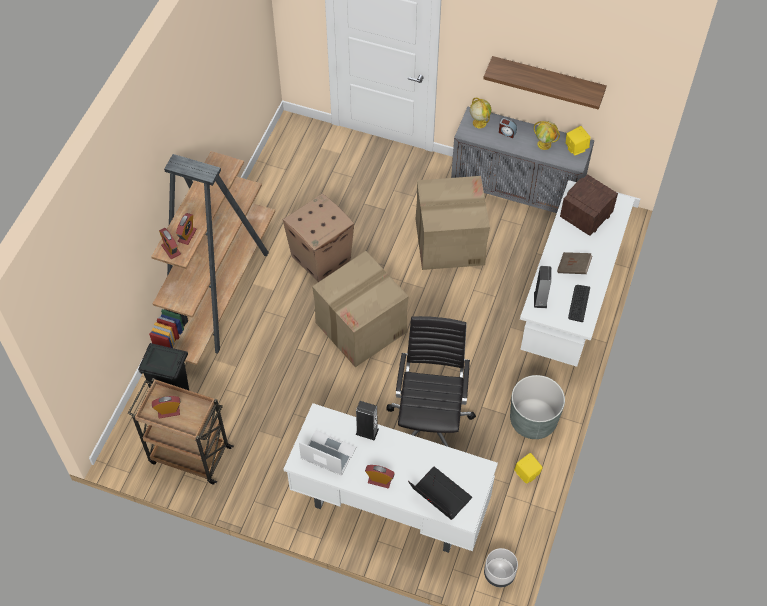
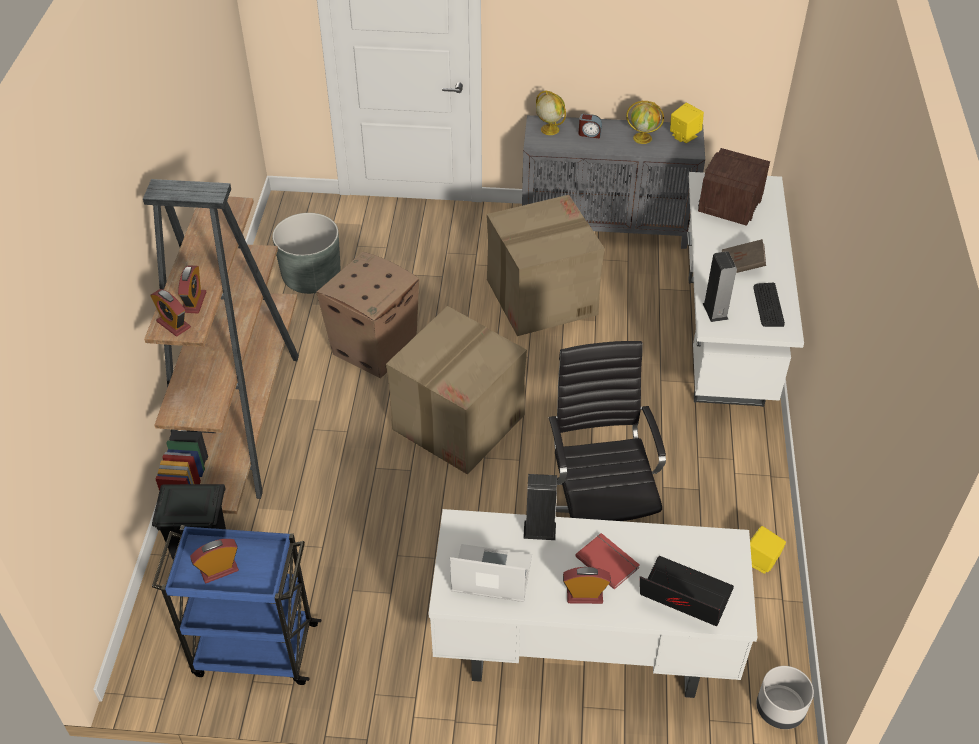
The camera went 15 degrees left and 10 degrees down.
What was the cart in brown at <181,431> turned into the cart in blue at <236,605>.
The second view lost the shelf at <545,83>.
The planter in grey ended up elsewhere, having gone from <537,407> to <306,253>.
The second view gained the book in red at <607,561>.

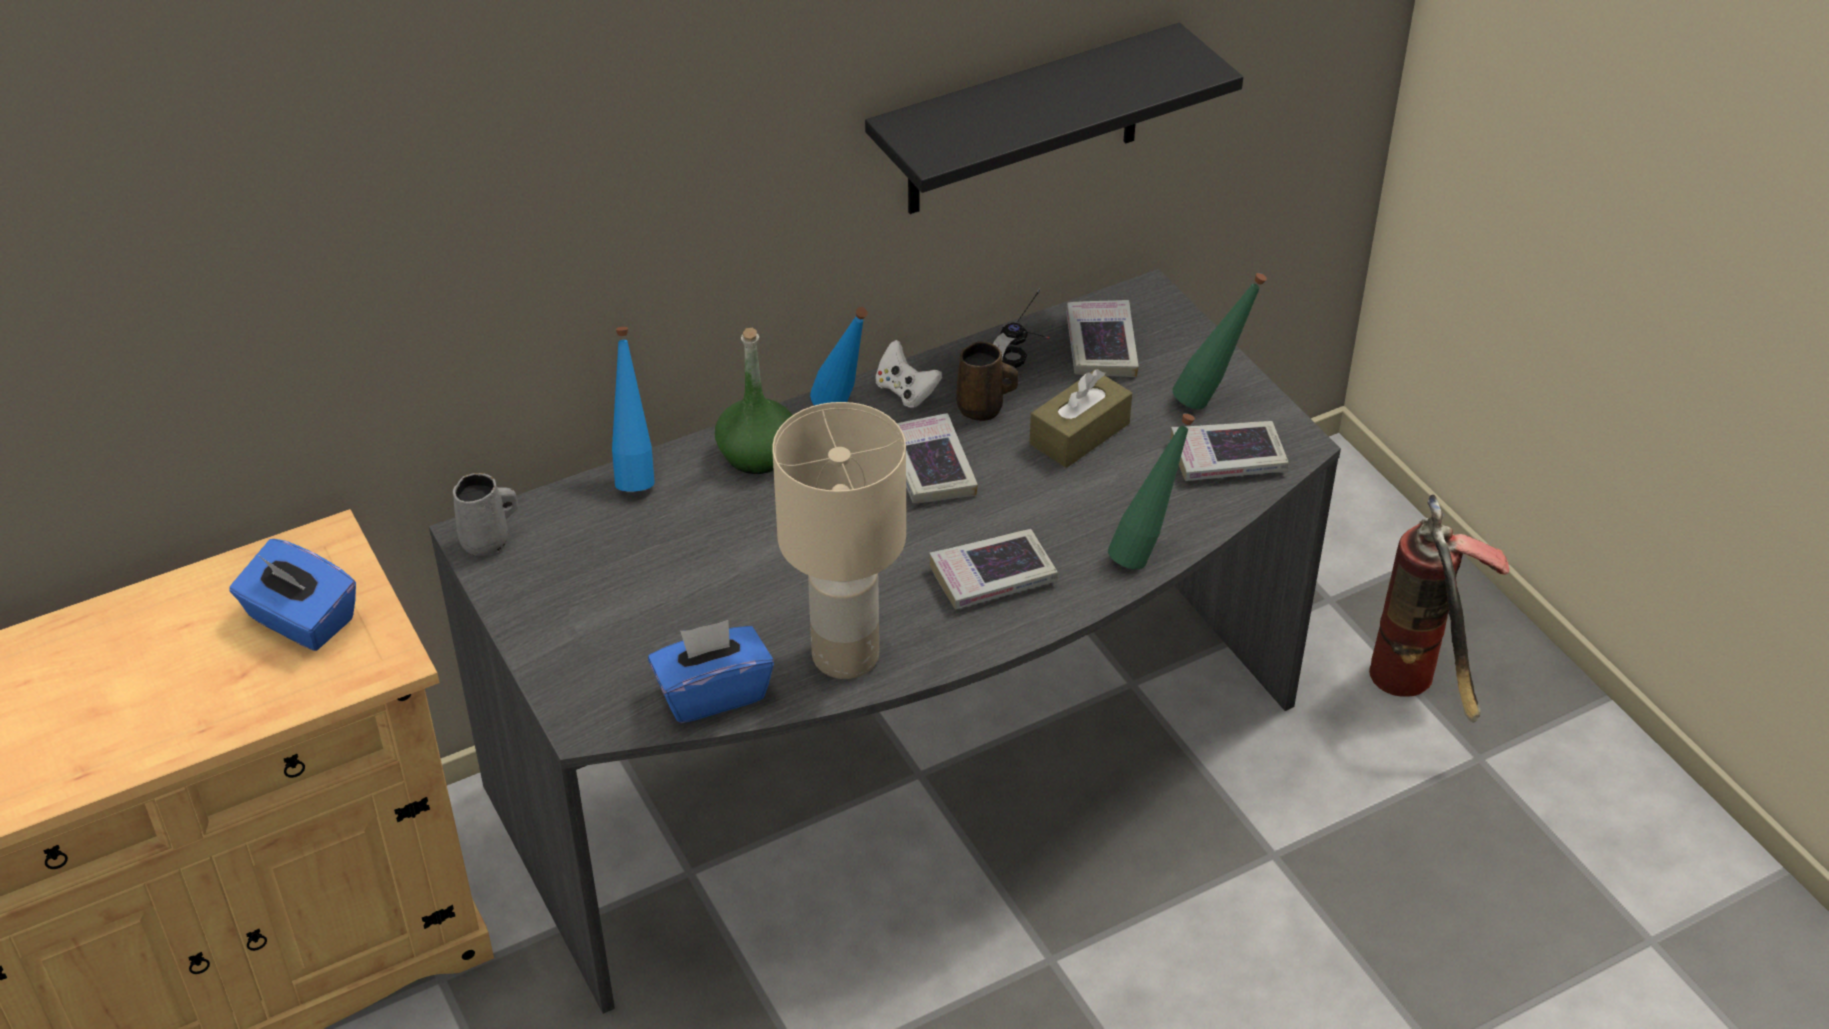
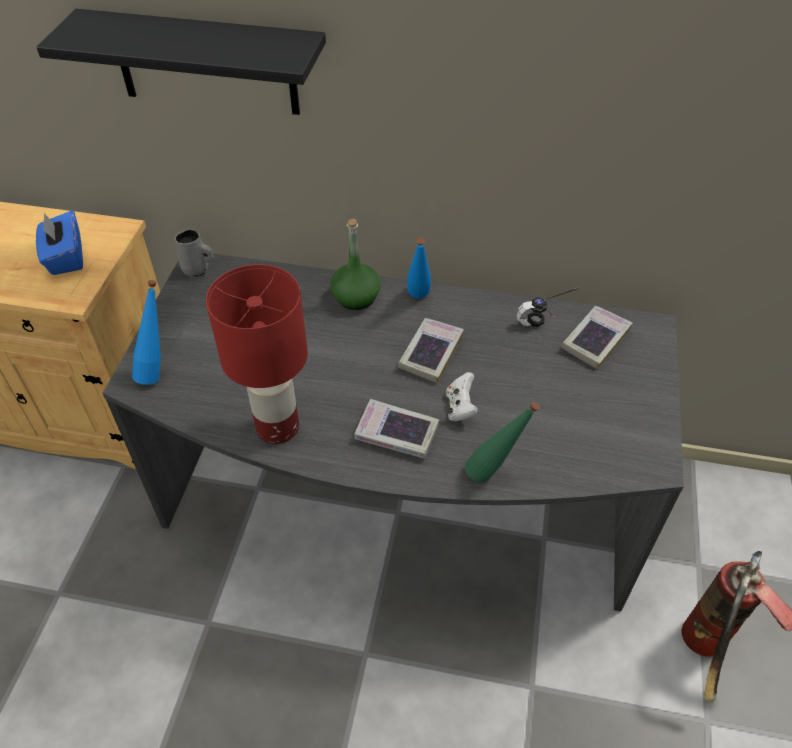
The camera went 40 degrees right and 5 degrees up.
The bottle in blue ended up elsewhere, having gone from <633,409> to <146,332>.
The second view lost the tissue box in blue at <711,671>.
What was the table lamp in beige at <839,540> turned into the table lamp in red at <257,354>.
The shelf in black ended up elsewhere, having gone from <1054,118> to <181,62>.
The game controller in white ended up elsewhere, having gone from <909,374> to <462,396>.
The second view lost the mug in brown at <987,381>.
The second view lost the tissue box in brown at <1080,418>.
The second view lost the book at <1229,451>.
The second view lost the bottle in green at <1219,341>.

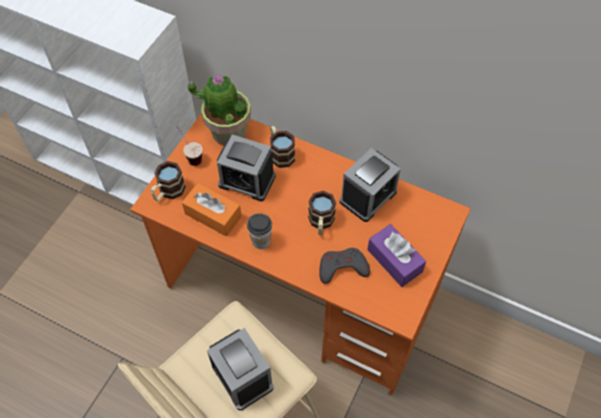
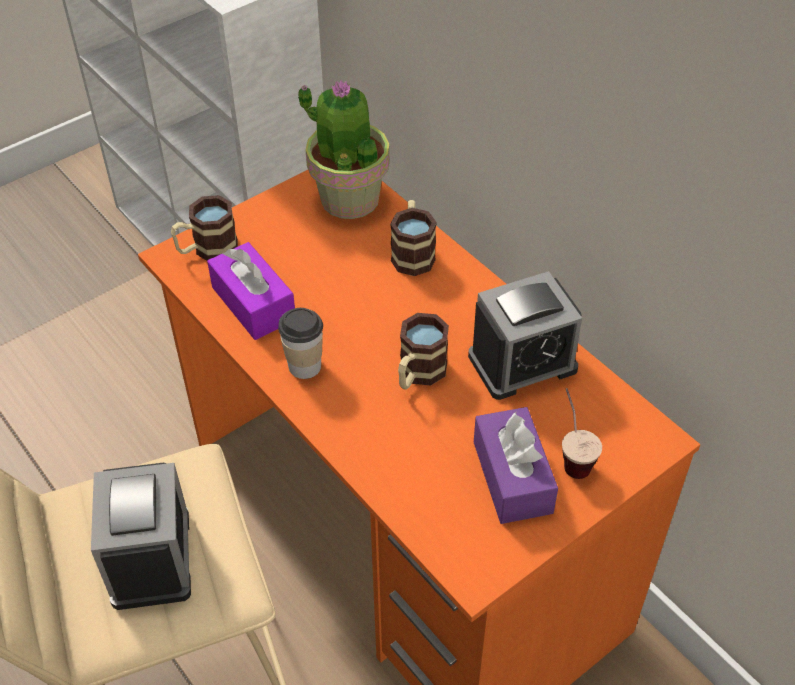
The camera went 25 degrees right and 10 degrees down.
The cup ended up elsewhere, having gone from <189,146> to <582,433>.
What was the tissue box in orange at <212,209> turned into the tissue box in purple at <251,291>.
The second view lost the alarm clock at <246,167>.
The second view lost the game controller in grey at <344,266>.

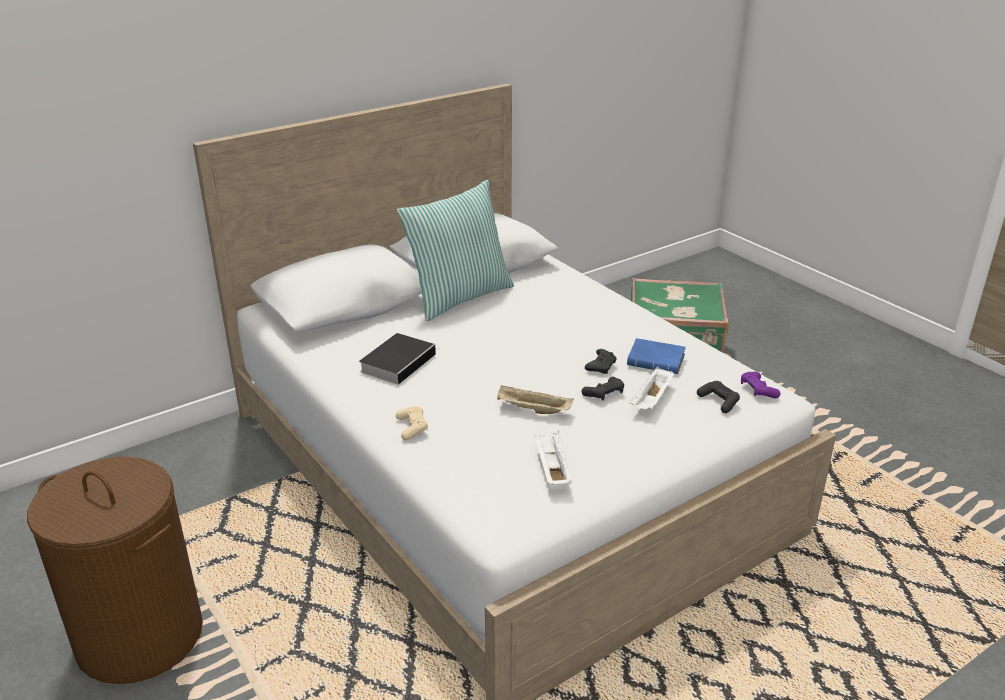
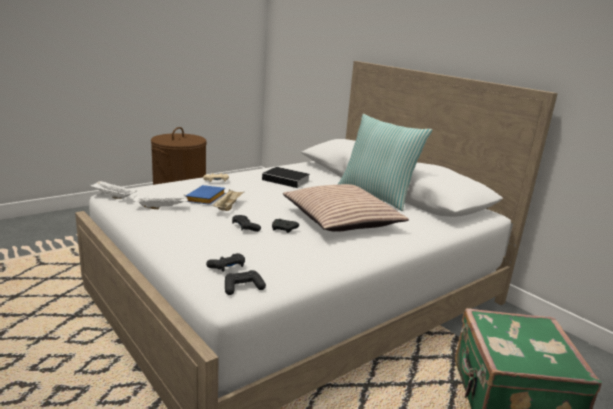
The camera went 85 degrees right and 10 degrees down.
The book in blue ended up elsewhere, having gone from <656,356> to <206,195>.
The tray in white ended up elsewhere, having gone from <651,388> to <113,189>.
What was the game controller in purple at <760,385> turned into the game controller in black at <245,282>.
The second view gained the pillow at <346,208>.

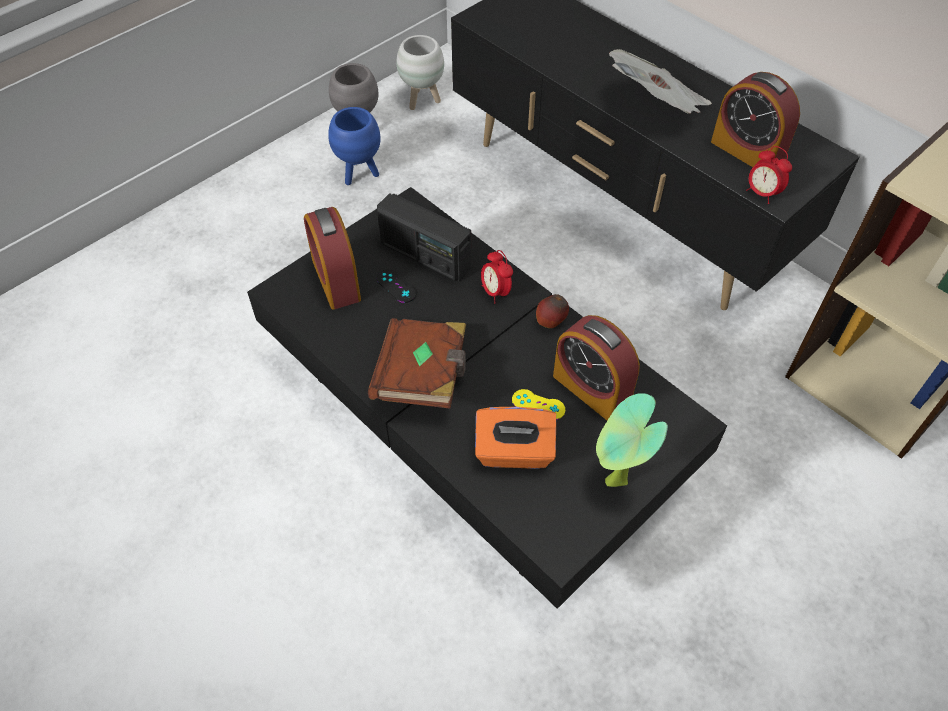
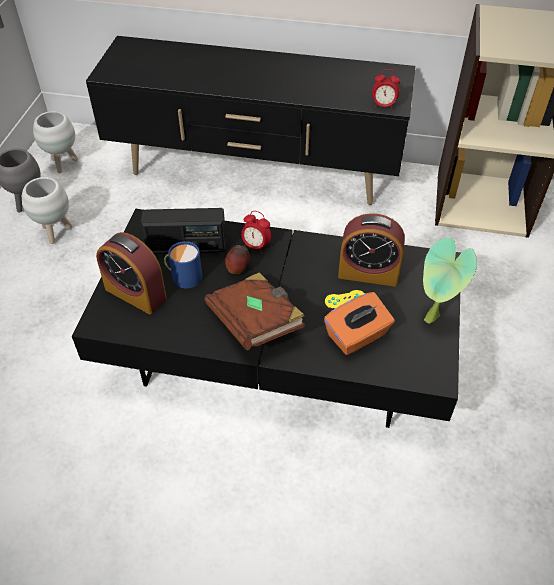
The camera went 35 degrees left and 5 degrees down.
What was the planter in blue at <354,146> turned into the planter in white at <47,210>.
Where the game controller in black stood at <396,286>, the mug in blue came to stand at <183,264>.
The apple ended up elsewhere, having gone from <552,311> to <237,259>.
The second view lost the newspaper at <660,81>.
The second view lost the alarm clock at <755,119>.

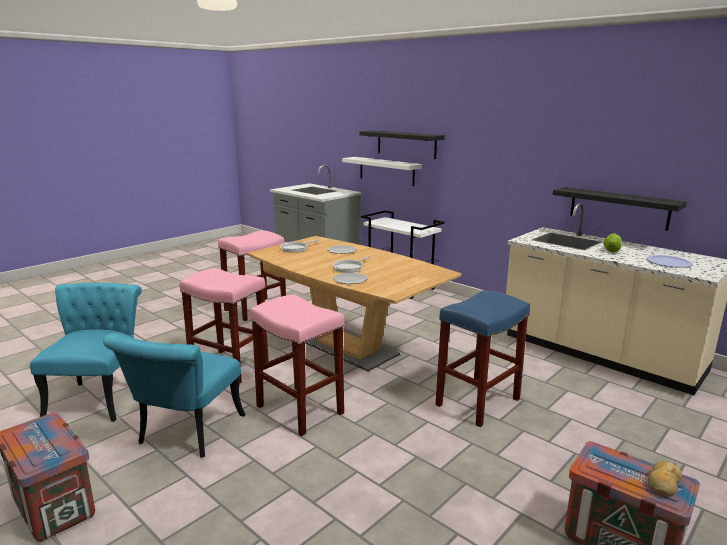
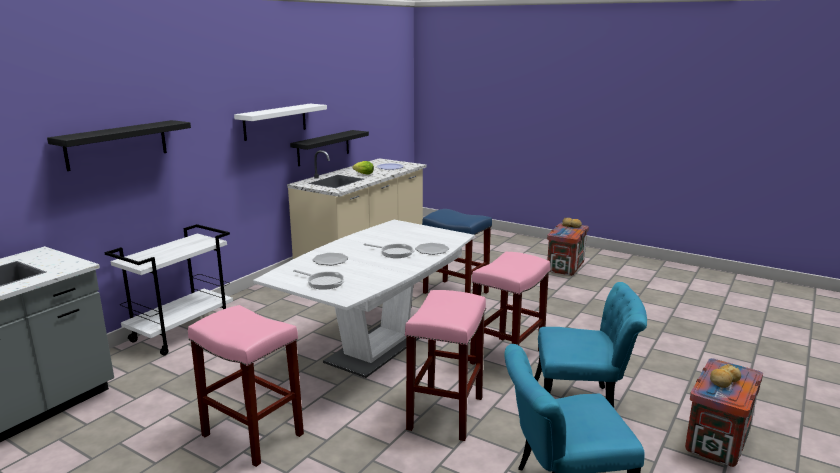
The camera went 100 degrees left and 0 degrees up.
What was the dining table in brown at <354,303> turned into the dining table in white at <364,299>.
The shelf in white ended up elsewhere, having gone from <382,171> to <280,122>.
The second view gained the bread at <725,376>.

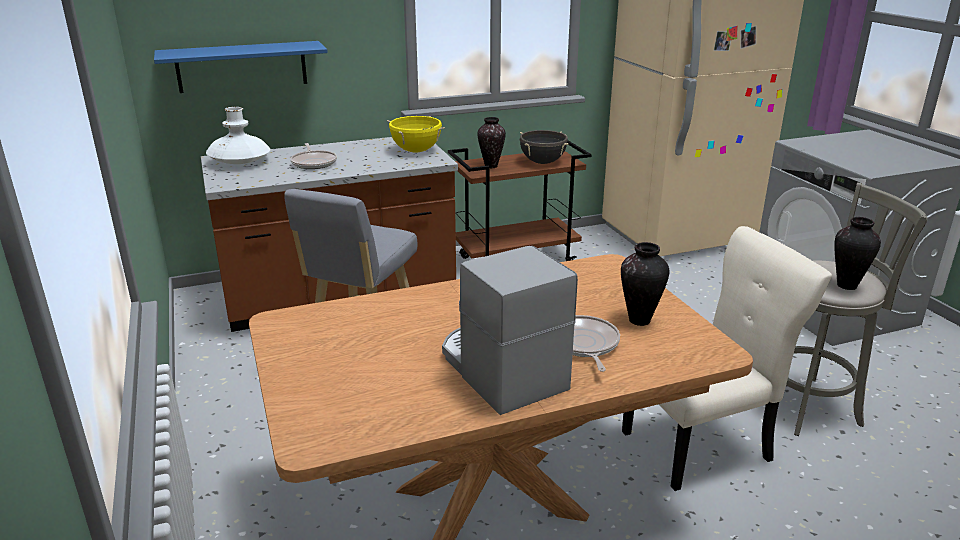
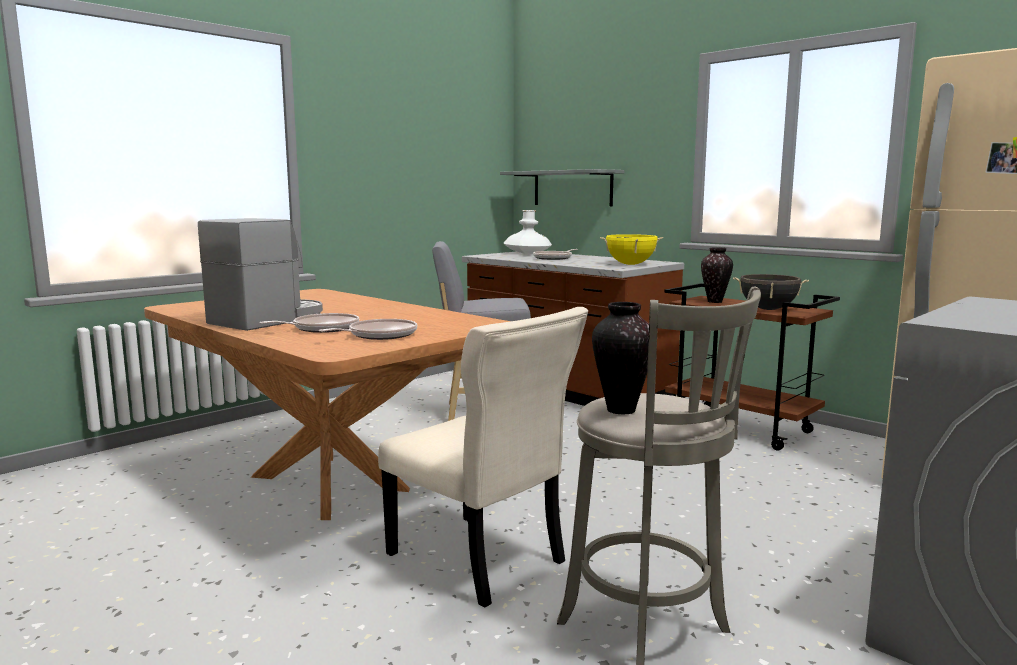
The camera went 65 degrees right and 15 degrees down.
What was the shelf in blue at <241,67> turned into the shelf in grey at <562,187>.
Where the vase stood at <645,284>, the frying pan came to stand at <368,329>.

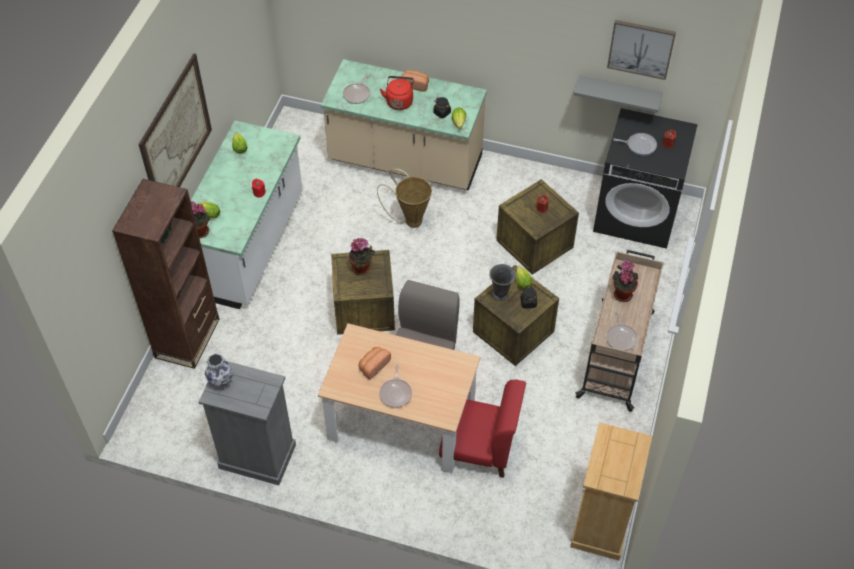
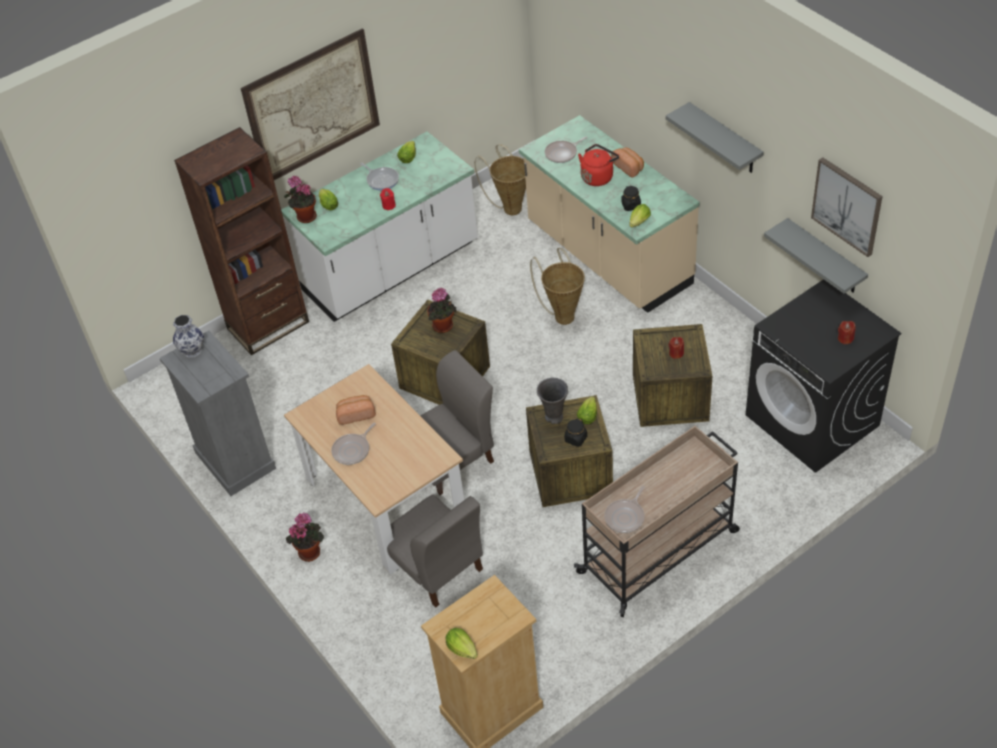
The camera went 40 degrees right and 5 degrees down.
What was the chair in red at <482,429> turned into the chair in grey at <435,550>.
The potted plant ended up elsewhere, having gone from <625,281> to <305,537>.
The frying pan ended up elsewhere, having gone from <635,144> to <379,177>.
The second view gained the lettuce at <461,643>.
The second view gained the basket at <500,179>.
The second view gained the shelf in grey at <715,137>.

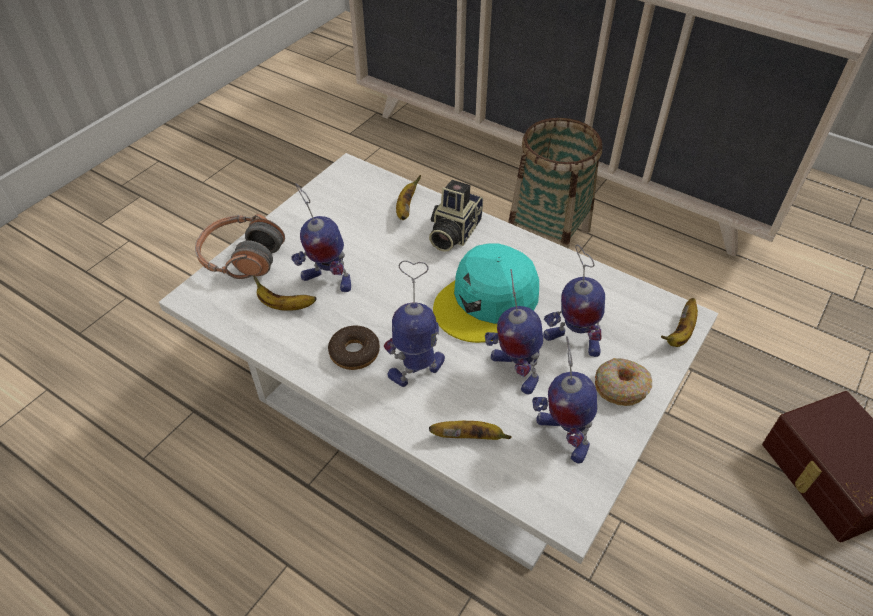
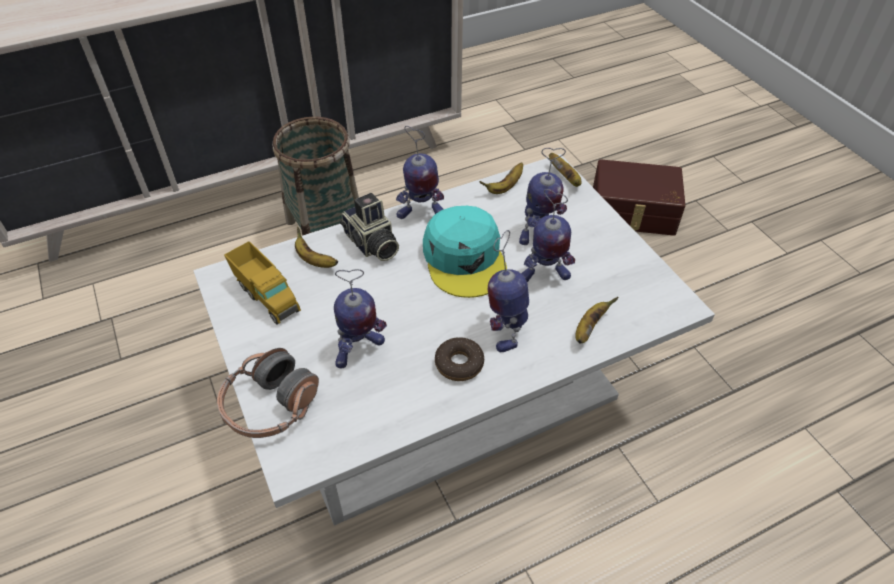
The camera went 60 degrees left and 0 degrees up.
The banana ended up elsewhere, having gone from <284,293> to <501,178>.
The toy robot ended up elsewhere, having gone from <564,400> to <420,172>.
The second view lost the donut at <623,382>.
The second view gained the toy truck at <262,283>.

